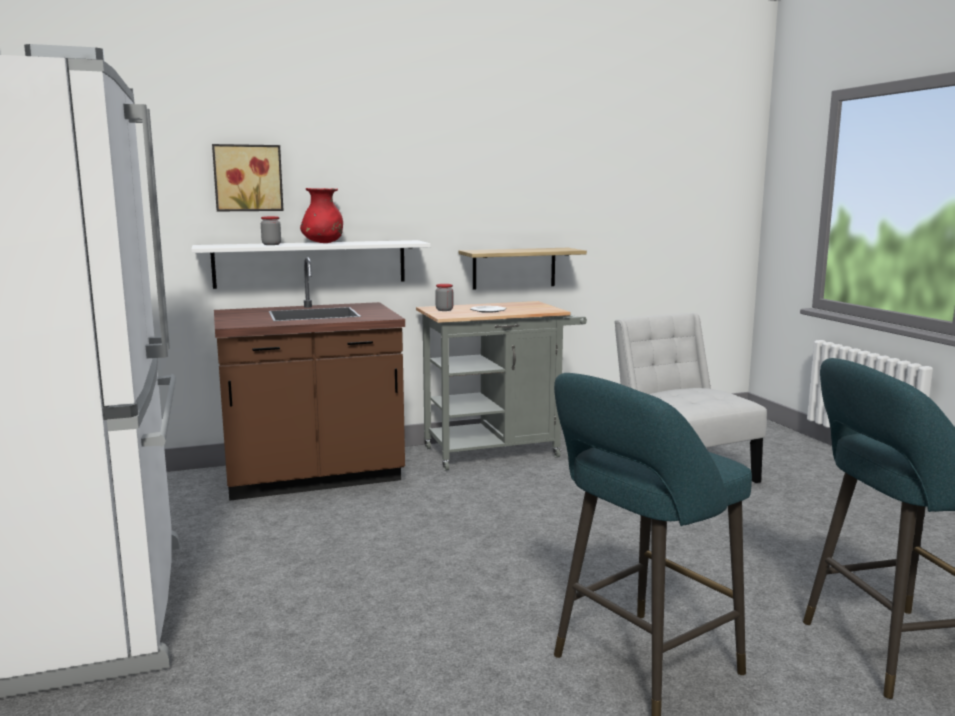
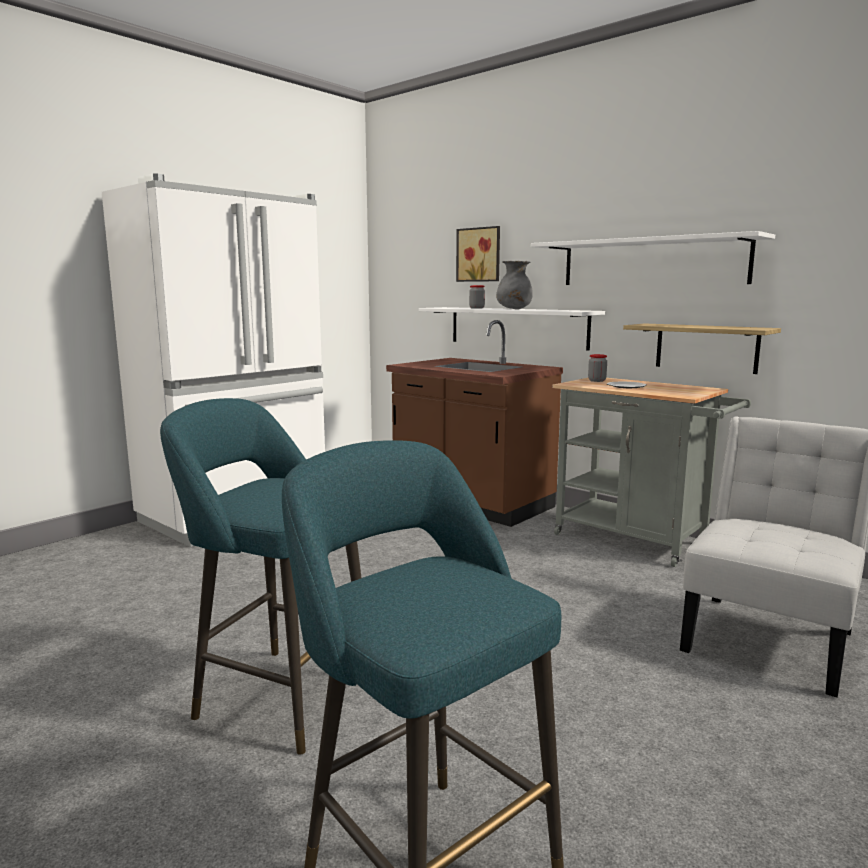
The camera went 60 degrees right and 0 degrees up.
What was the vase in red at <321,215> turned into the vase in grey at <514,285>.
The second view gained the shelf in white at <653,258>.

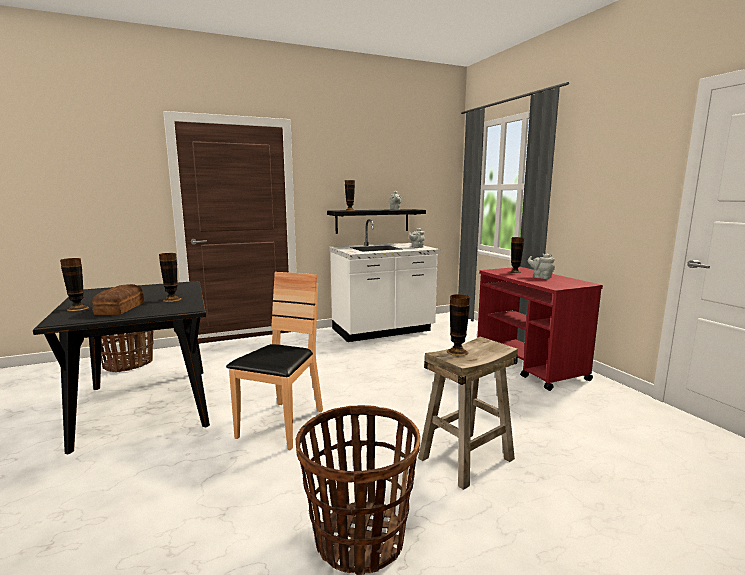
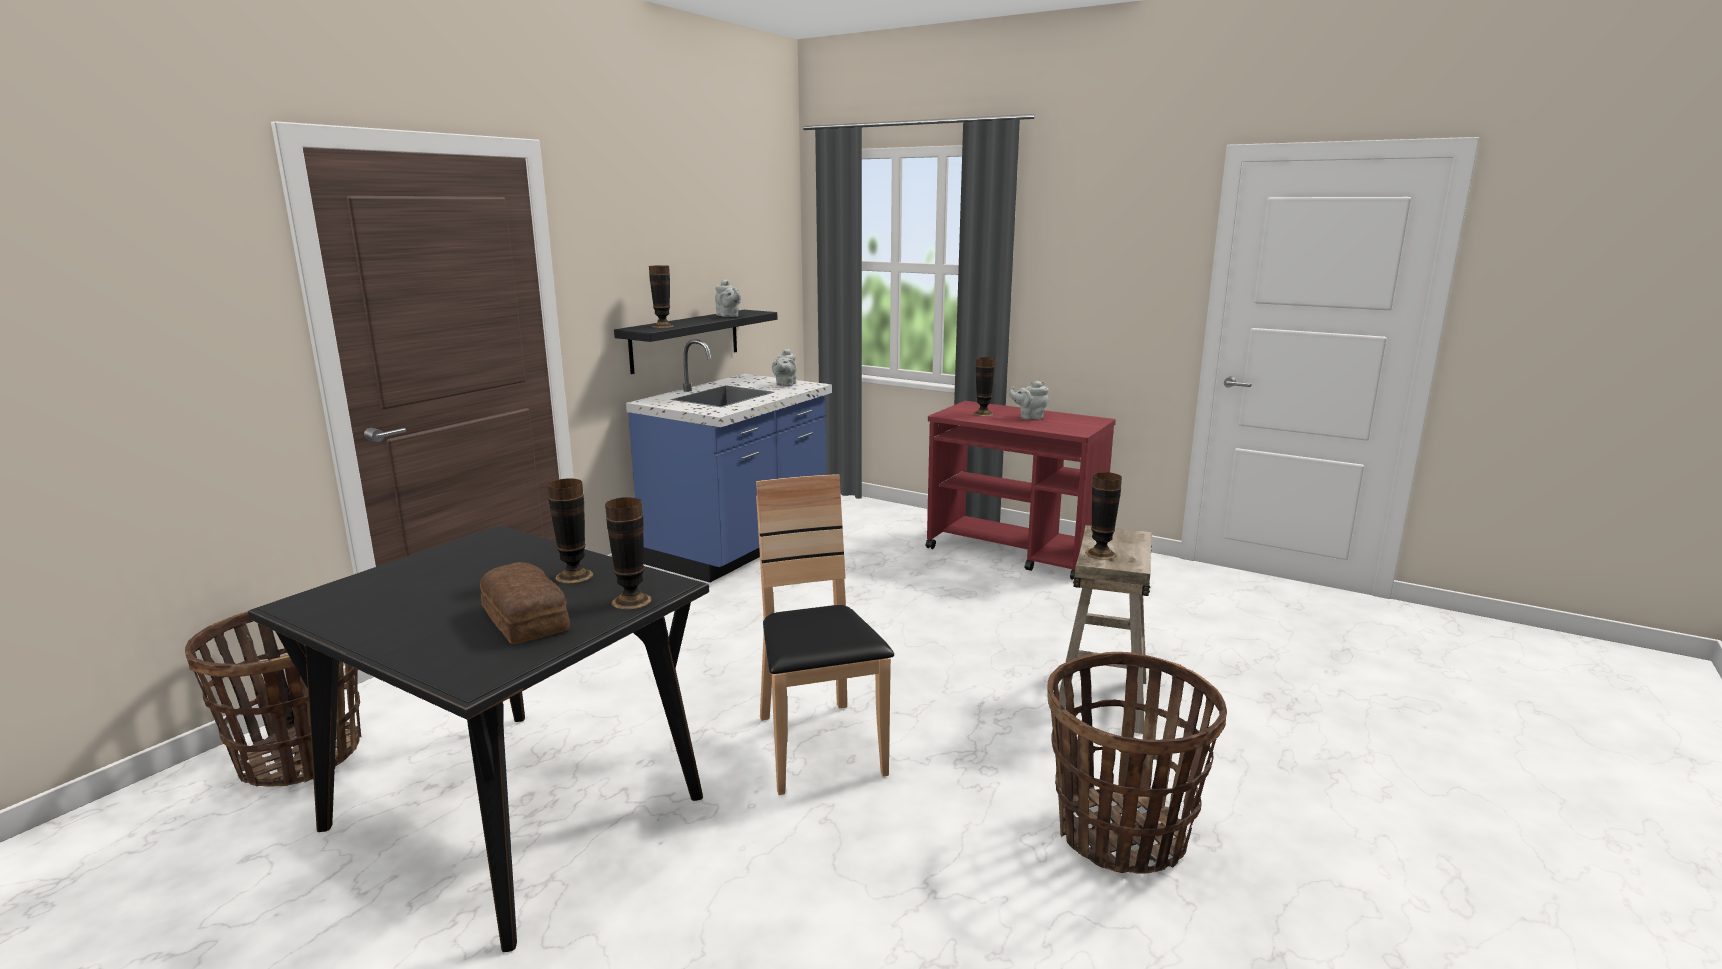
The camera went 35 degrees left and 5 degrees up.
The vase ended up elsewhere, having gone from <74,284> to <628,553>.
What was the counter in white at <385,280> turned into the counter in blue at <729,460>.

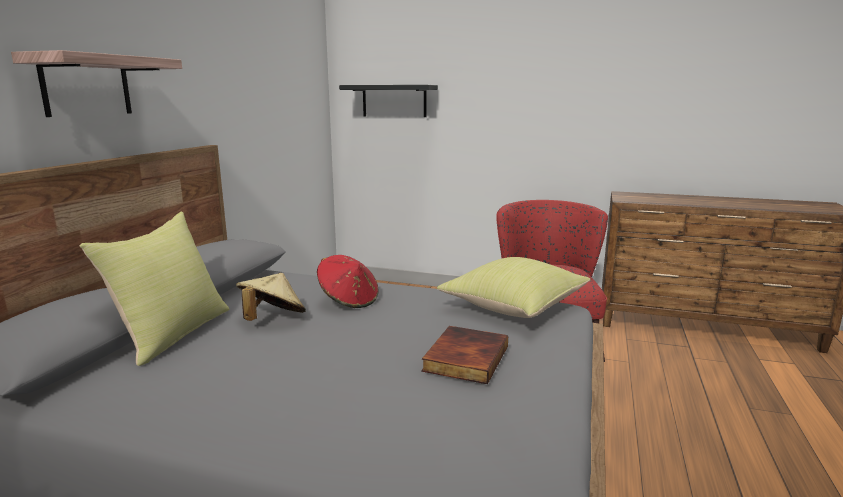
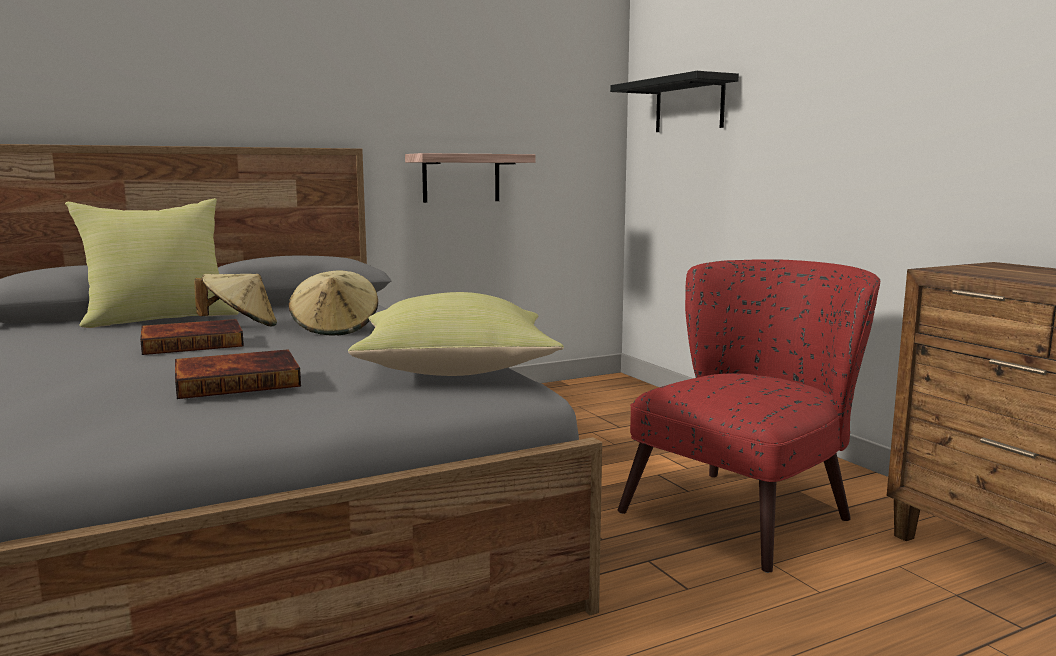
The camera went 45 degrees right and 5 degrees down.
The shelf ended up elsewhere, having gone from <96,83> to <470,178>.
What was the hat in red at <348,281> turned into the hat in beige at <333,303>.
The second view gained the book at <192,337>.

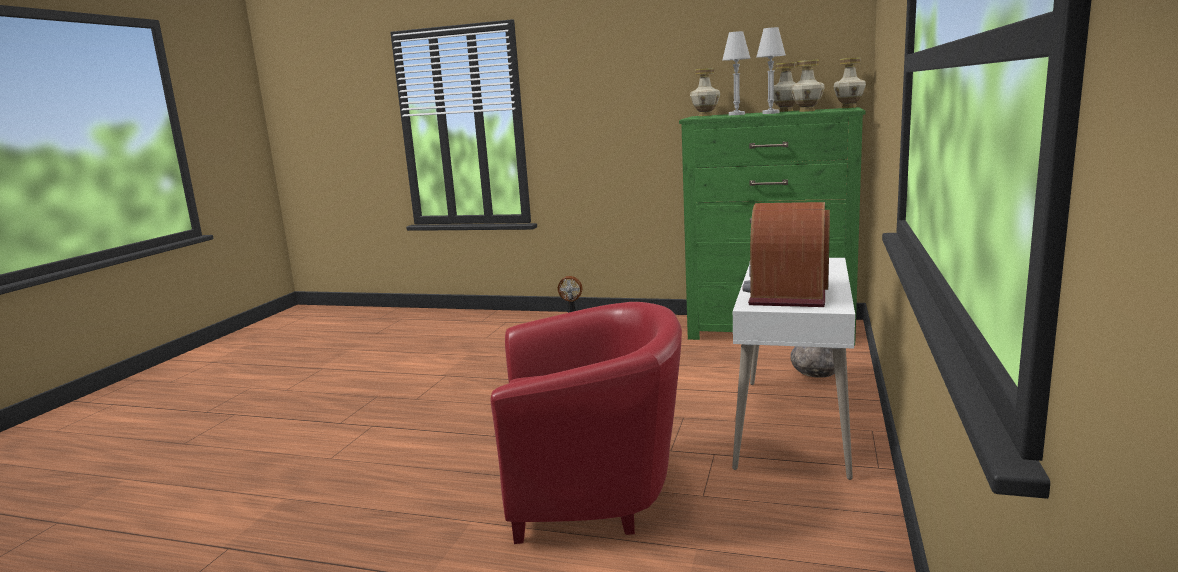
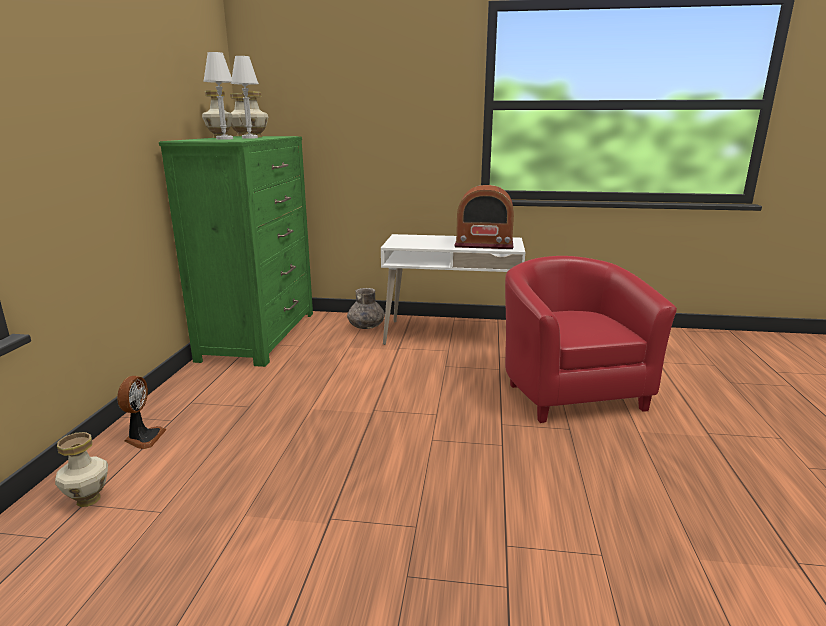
The camera went 100 degrees left and 5 degrees up.
The vase ended up elsewhere, having gone from <705,92> to <81,469>.

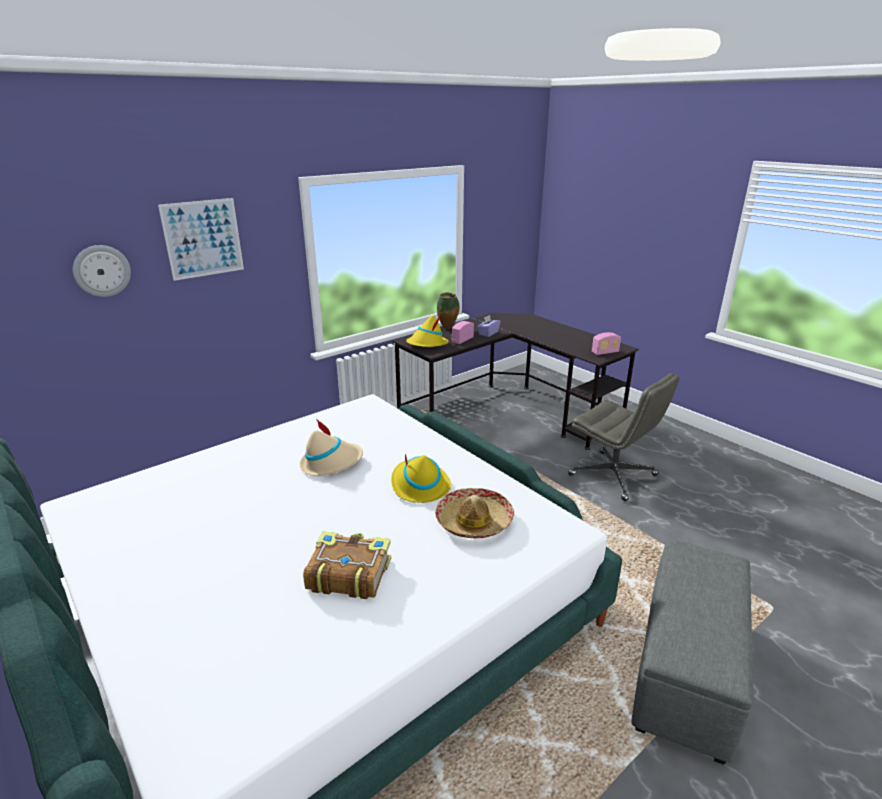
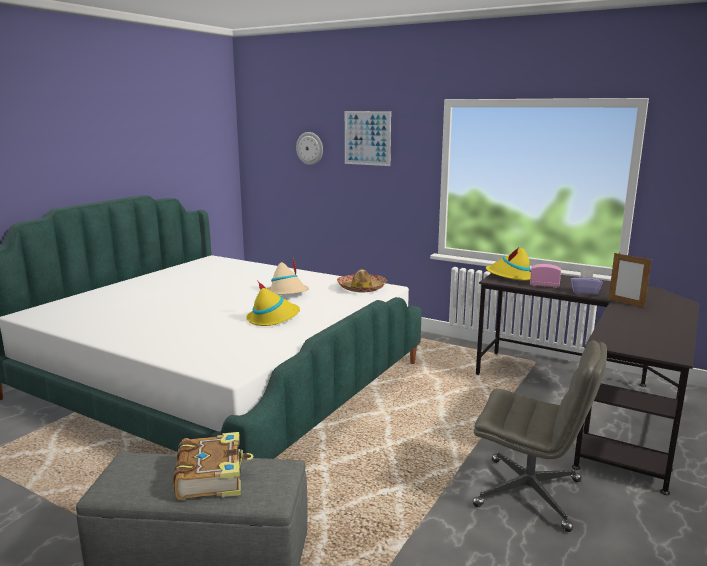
The camera went 70 degrees right and 10 degrees down.
The book ended up elsewhere, having gone from <347,565> to <213,466>.
The hat ended up elsewhere, having gone from <474,513> to <362,280>.
The second view lost the vase at <448,310>.
The office chair in grey at <624,437> ended up facing another way, 90 degrees counterclockwise from before.
The second view lost the radio at <606,343>.
The second view gained the picture frame at <630,280>.

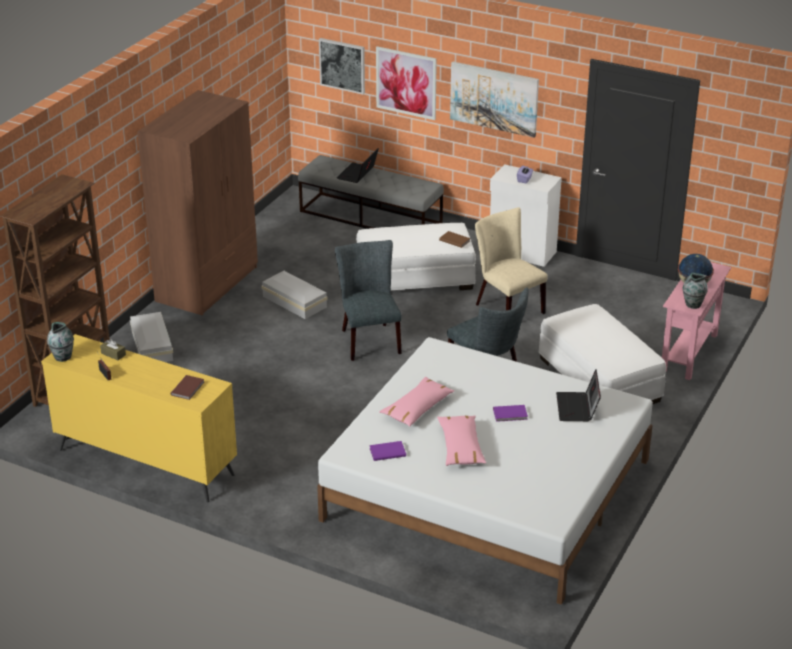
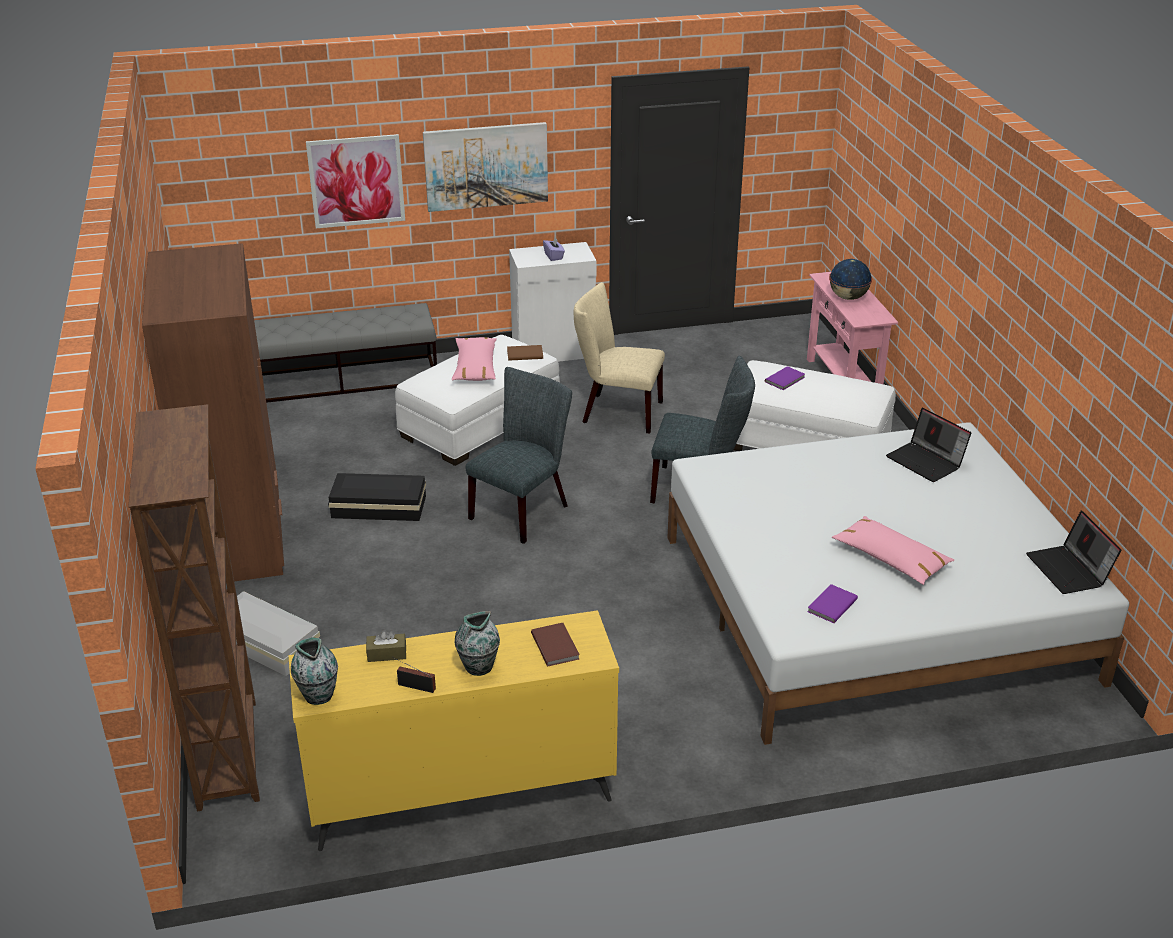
The camera went 40 degrees left and 0 degrees up.
What was the storage box in white at <295,295> turned into the storage box in black at <377,497>.
The second view lost the picture at <342,66>.
The chair in grey at <368,300> ended up facing another way, 90 degrees clockwise from before.
The laptop ended up elsewhere, having gone from <358,165> to <1073,552>.
The pillow in pink ended up elsewhere, having gone from <416,401> to <474,359>.
The book in purple ended up elsewhere, having gone from <510,413> to <785,378>.
The vase ended up elsewhere, having gone from <695,291> to <477,643>.

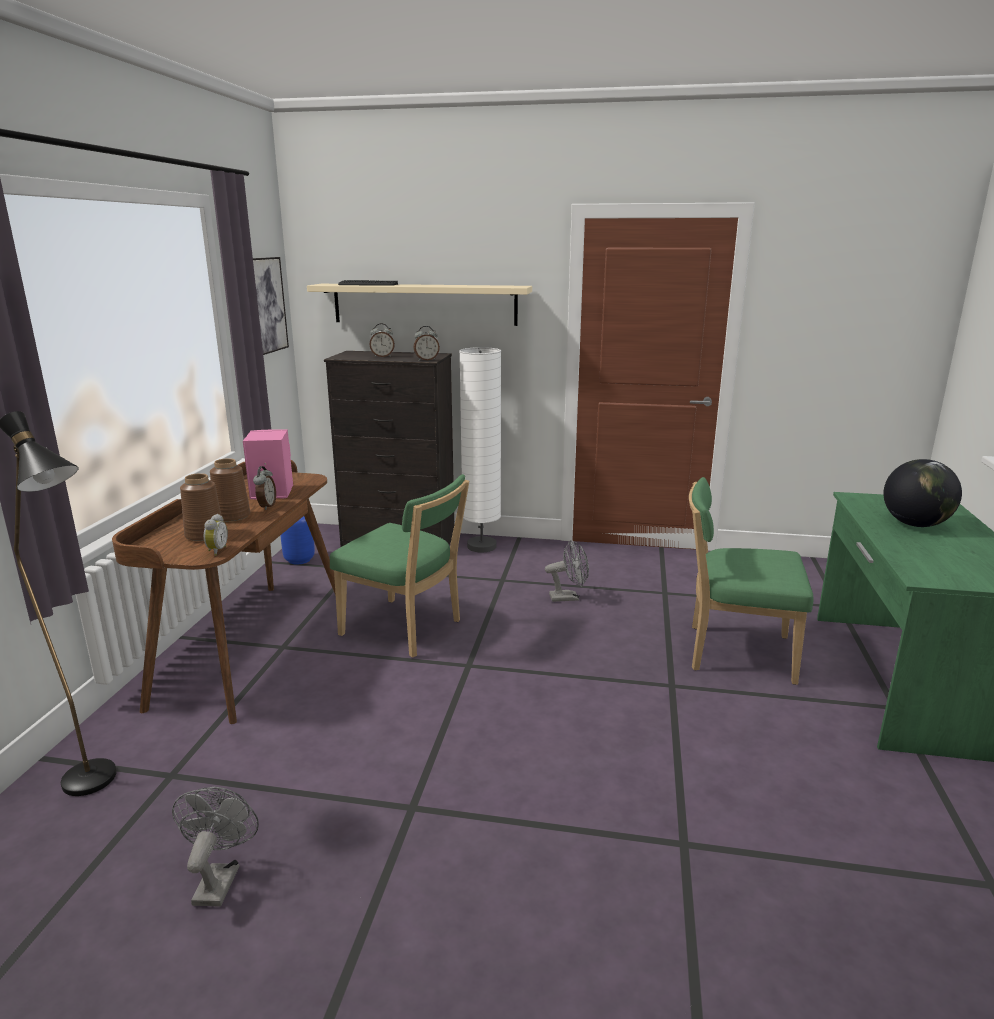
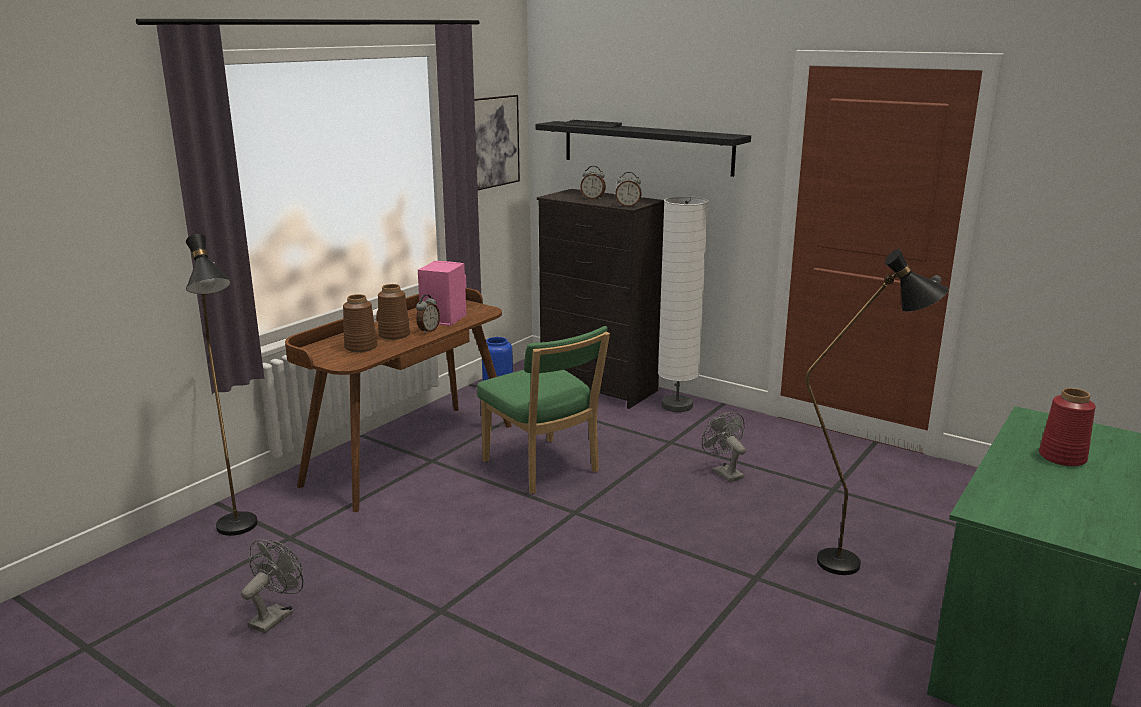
The camera went 25 degrees right and 0 degrees up.
The second view lost the alarm clock at <216,535>.
What was the shelf in beige at <419,305> turned into the shelf in black at <643,149>.
The fan in grey at <567,571> ended up facing another way, 135 degrees counterclockwise from before.
Where the chair in green stood at <751,581>, the floor lamp in black came to stand at <876,412>.
Where the globe stood at <923,493>, the vase in red came to stand at <1067,427>.

